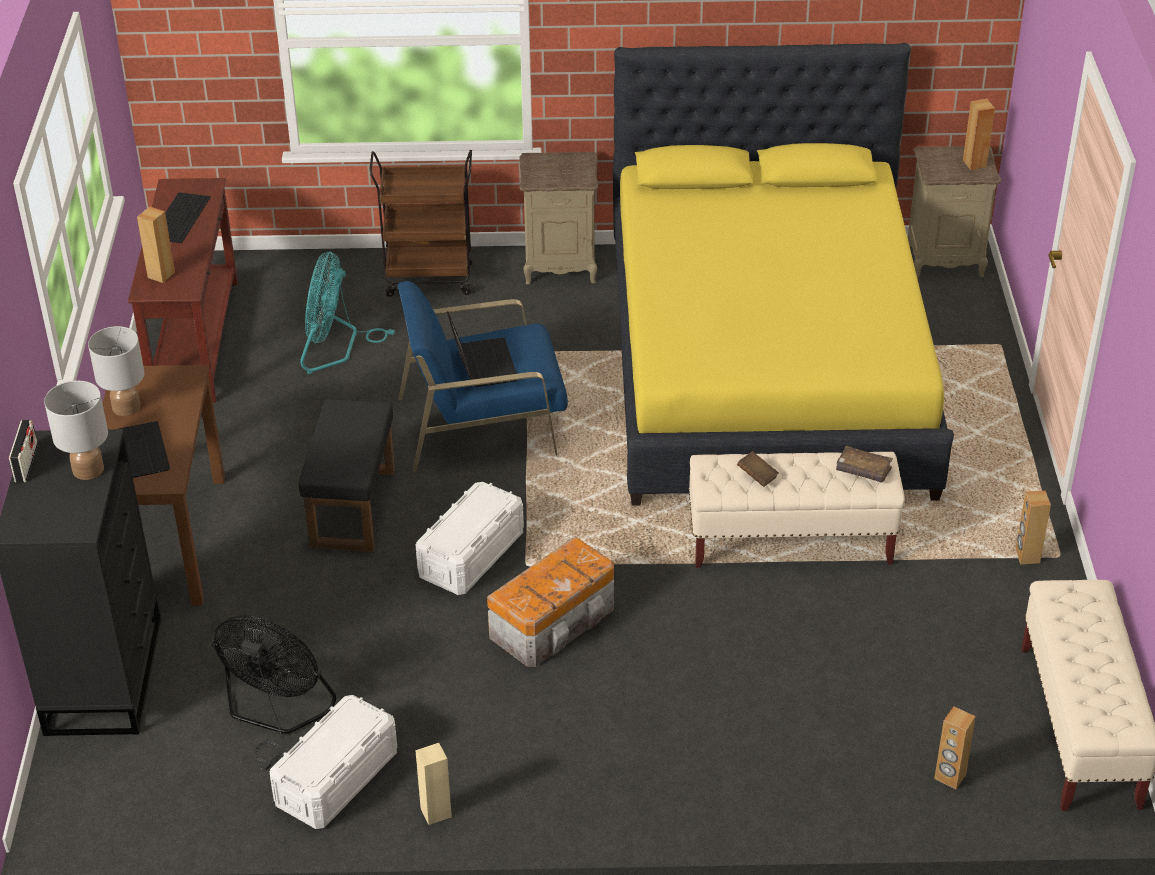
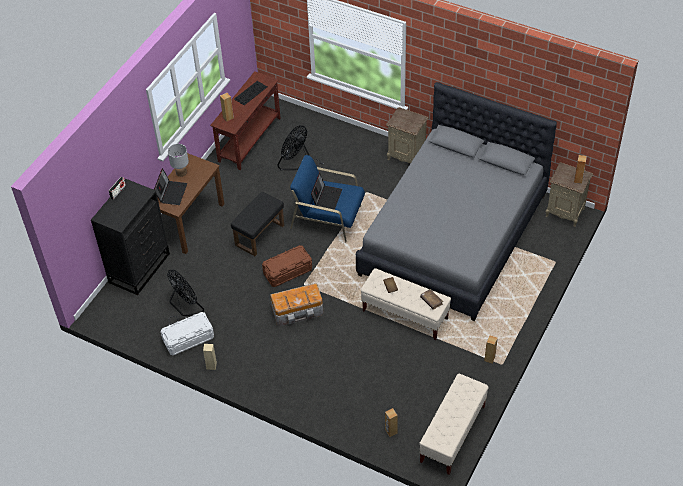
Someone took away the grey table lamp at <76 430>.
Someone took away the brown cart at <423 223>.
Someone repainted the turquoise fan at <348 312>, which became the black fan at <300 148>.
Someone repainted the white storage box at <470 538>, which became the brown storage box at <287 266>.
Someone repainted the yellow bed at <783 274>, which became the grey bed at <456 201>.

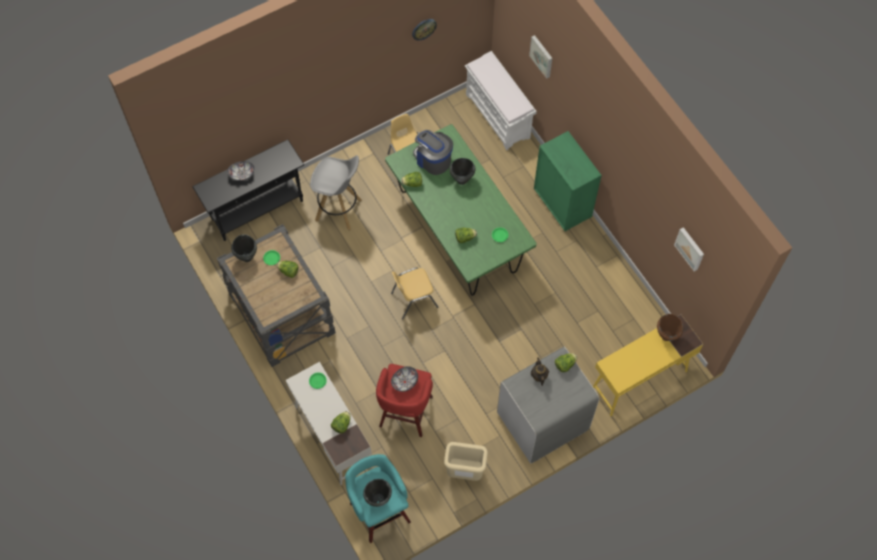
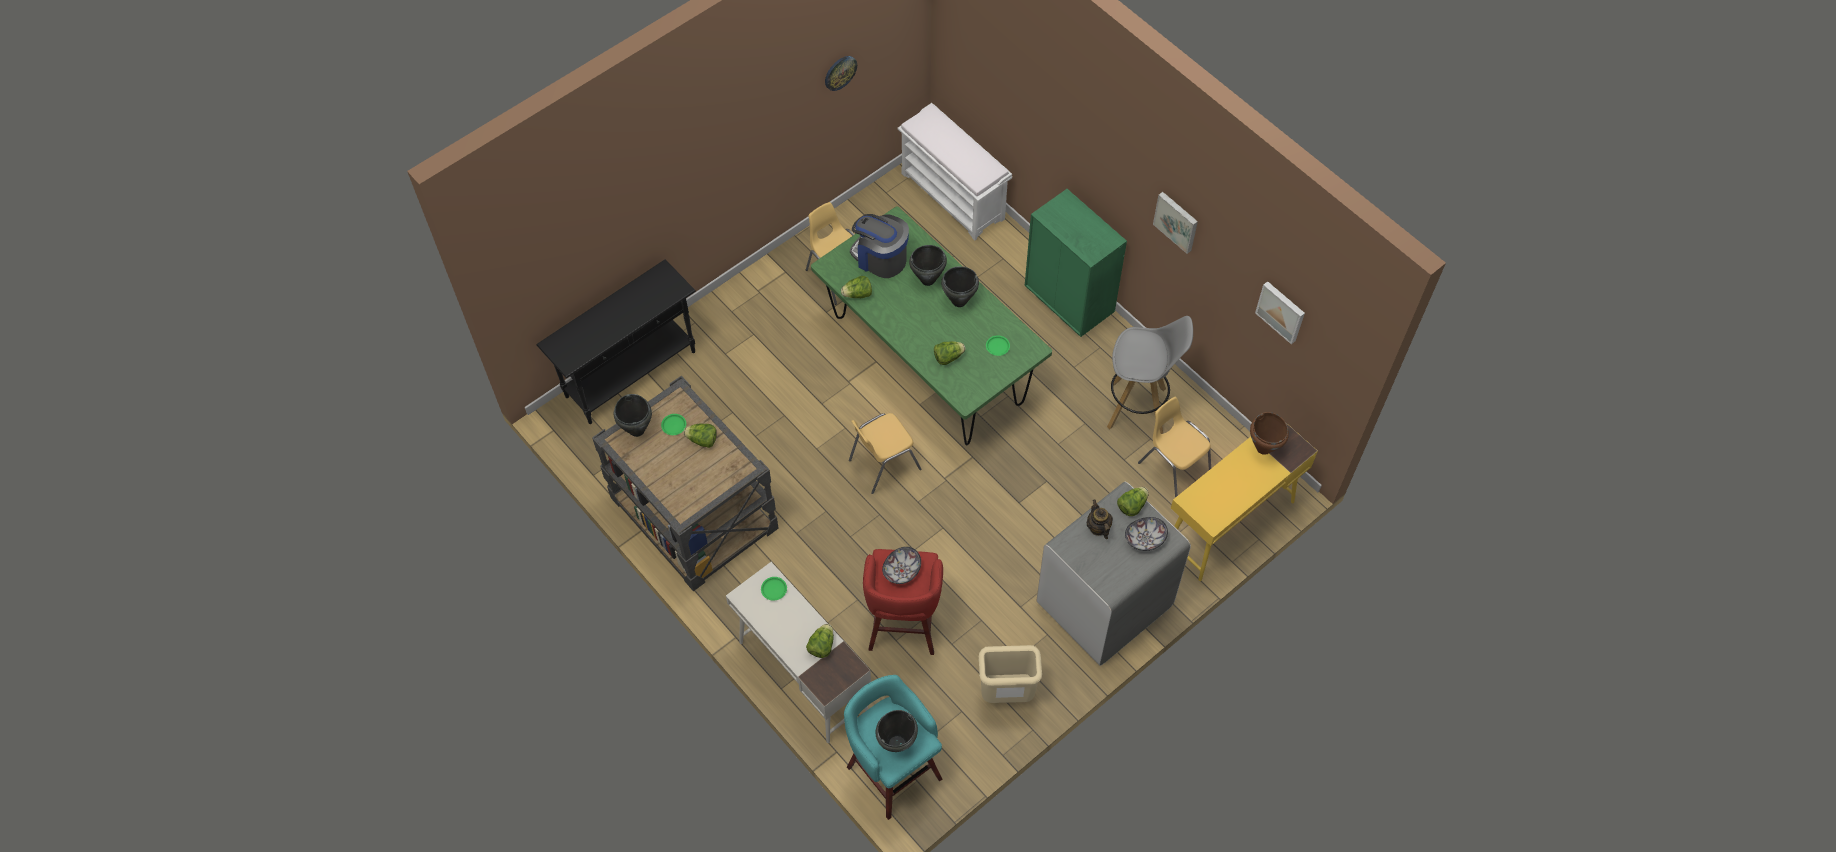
Someone put down the black cooking pot at <960 286>.
Someone put down the yellow chair at <1174 447>.
Someone carried the bowl from <241 171> to <1146 534>.
Someone carried the grey stool from <336 192> to <1150 375>.
Someone carried the picture from <540 57> to <1175 223>.

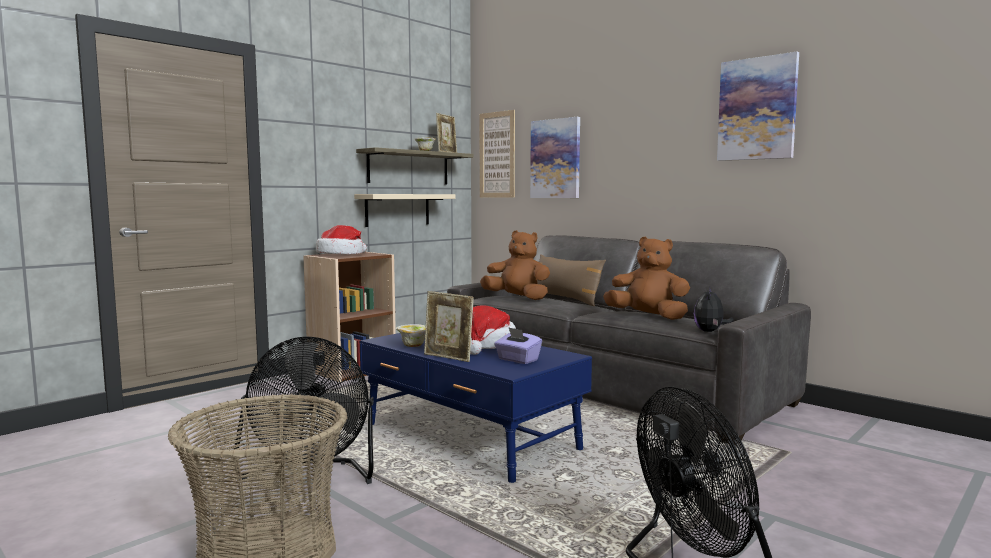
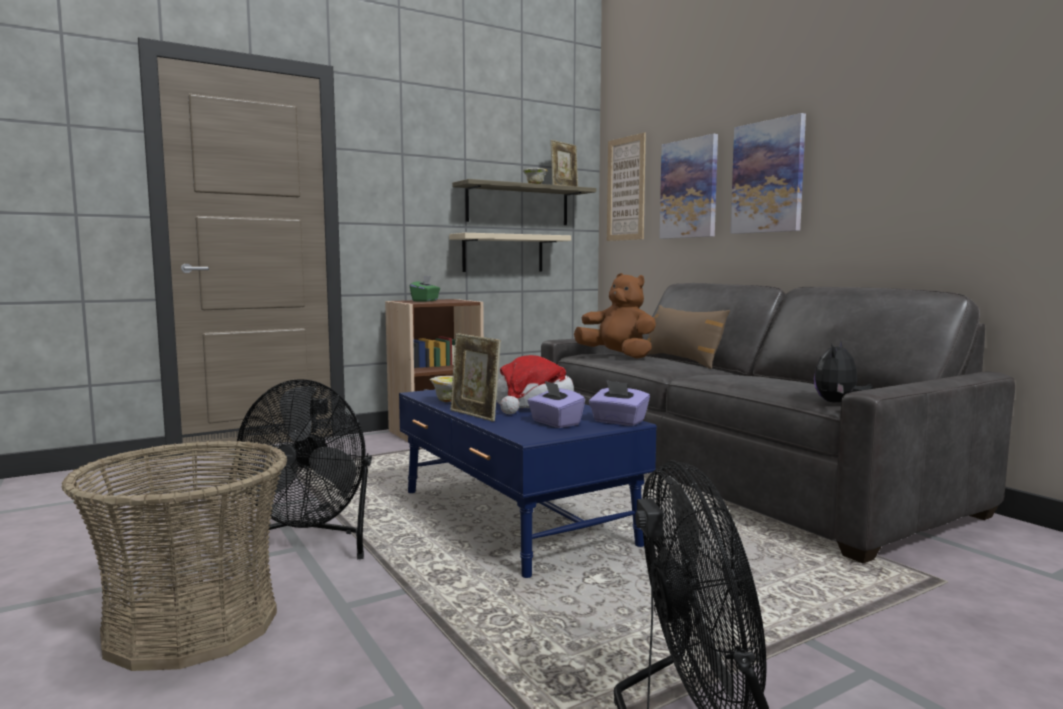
Someone took away the brown plush toy at <646 278>.
Someone put down the purple tissue box at <619 403>.
Someone carried the picture from <758 106> to <768 173>.
Someone swapped the hat at <341 239> for the green tissue box at <425 289>.

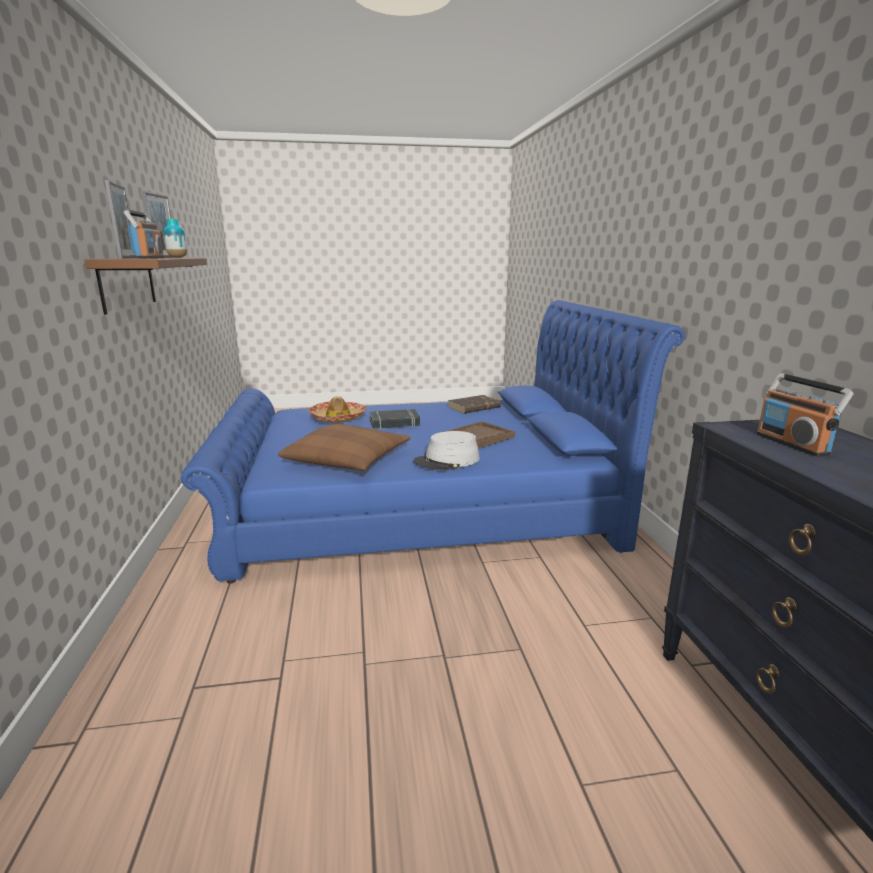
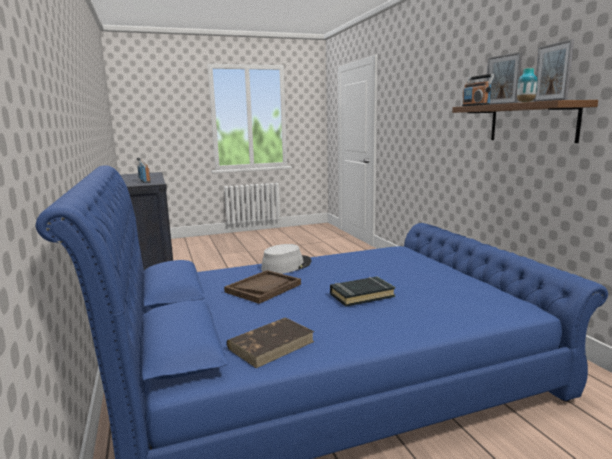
Someone took away the brown pillow at <344 447>.
Someone took away the hat at <337 409>.

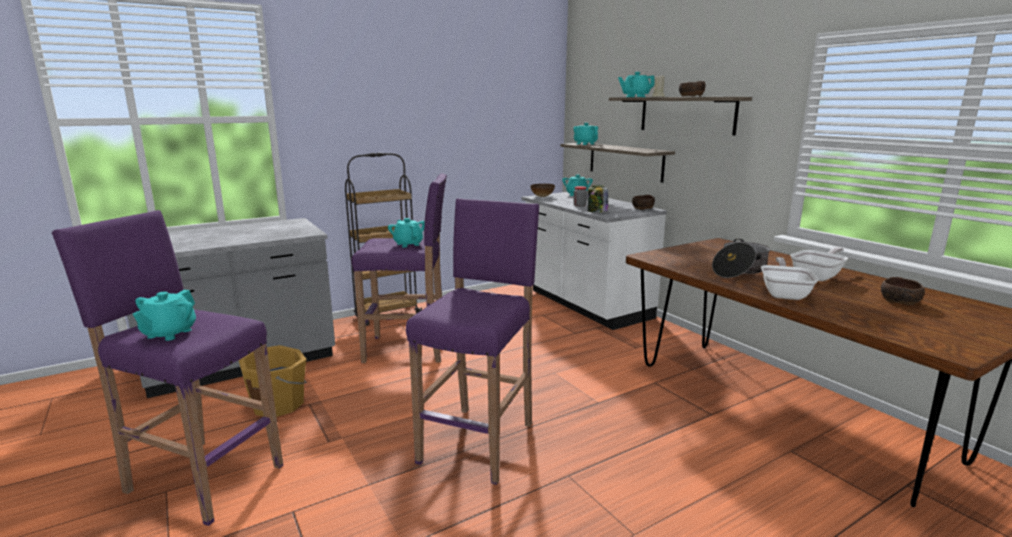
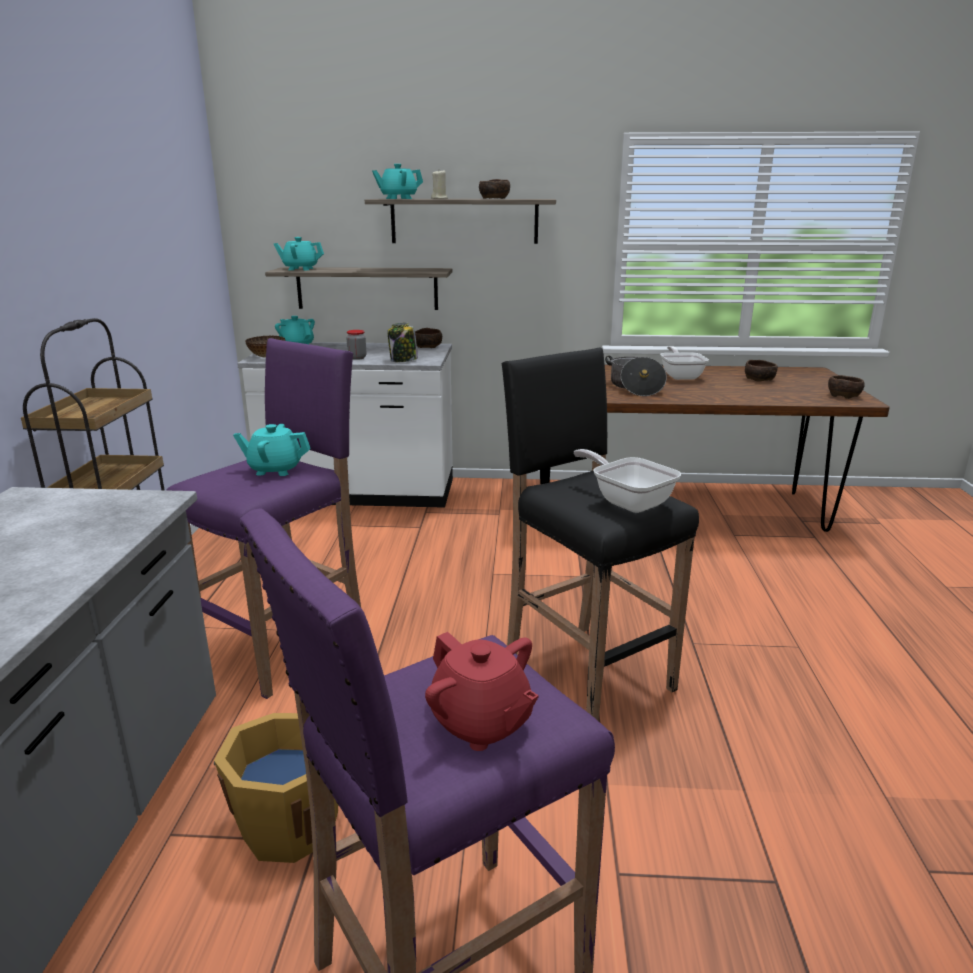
Someone put down the brown bowl at <846 387>.
Someone carried the frying pan from <789 278> to <627 481>.
Someone repainted the turquoise teapot at <164 315>, which became the red teapot at <482 691>.
Someone repainted the purple stool at <472 341>, which became the black stool at <600 534>.

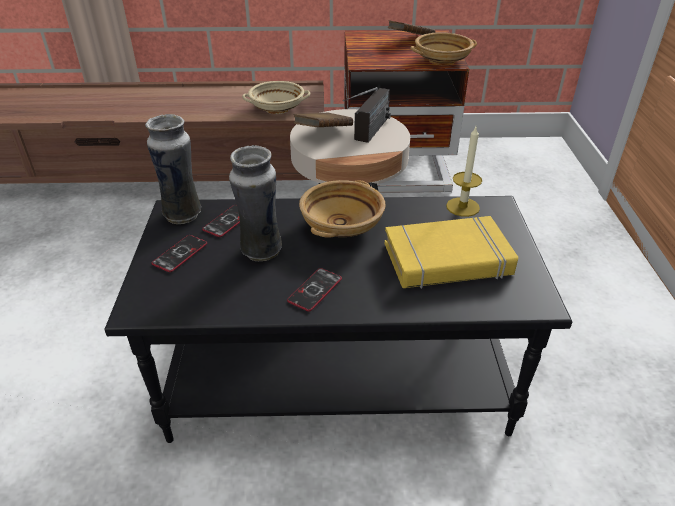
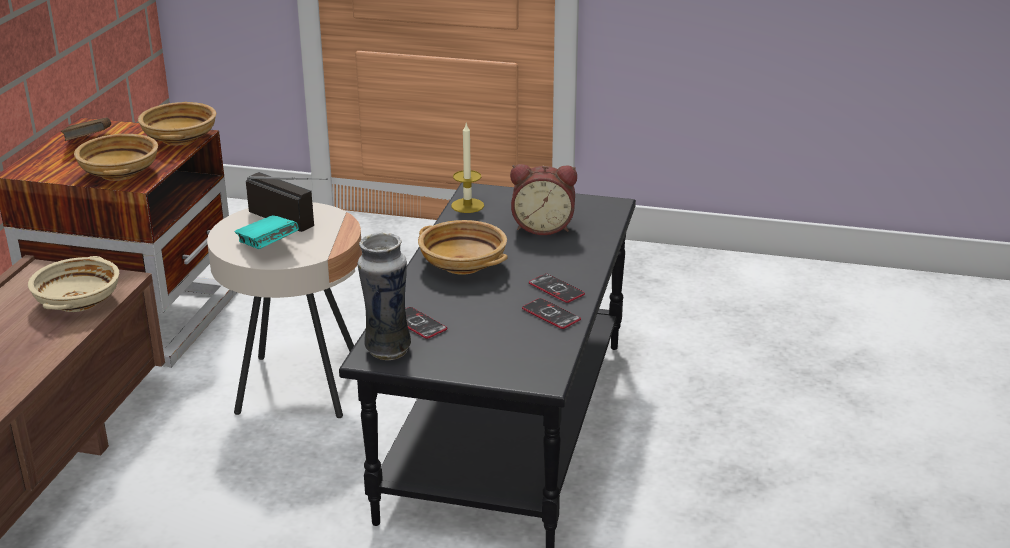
Someone took away the vase at <255 203>.
Someone put down the beige bowl at <116 157>.
Someone carried the phone from <179 253> to <551 313>.
Someone swapped the yellow book at <451 252> for the alarm clock at <543 199>.
Someone repainted the brown book at <323 120>, which became the turquoise book at <266 232>.

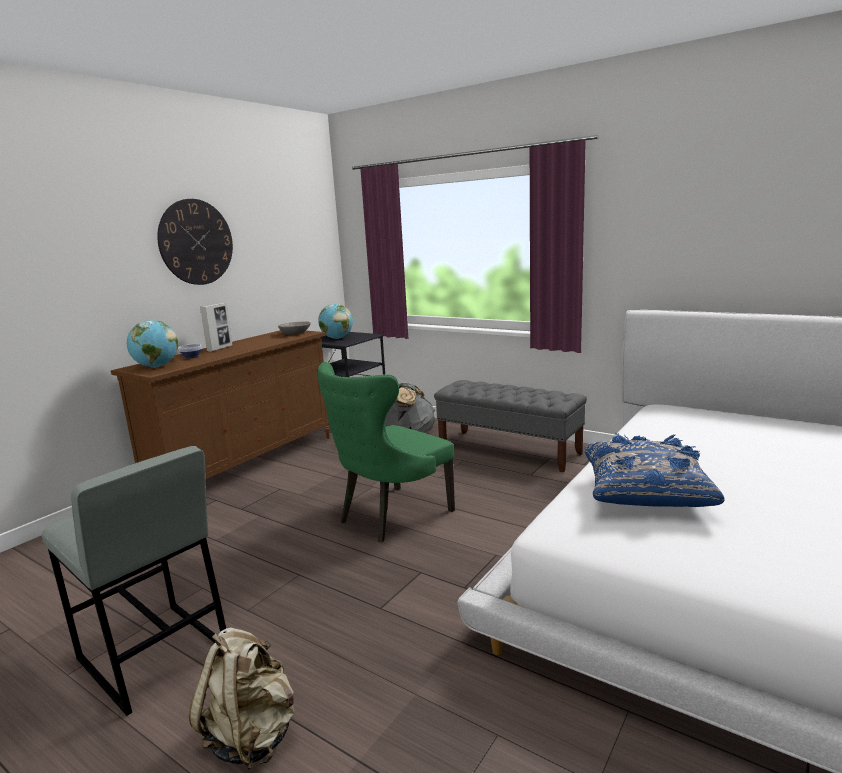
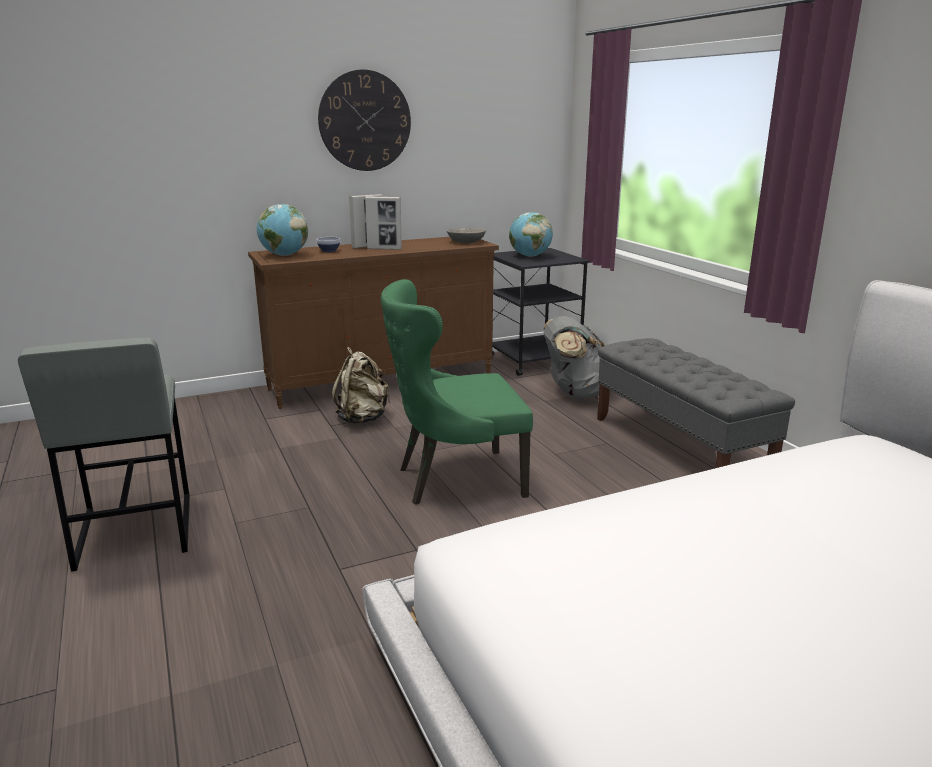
Someone took away the blue pillow at <654 470>.
Someone put down the picture frame at <383 223>.
Someone carried the beige backpack from <241 699> to <361 385>.

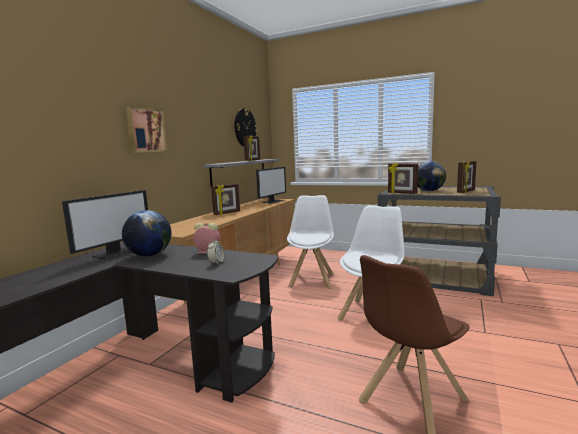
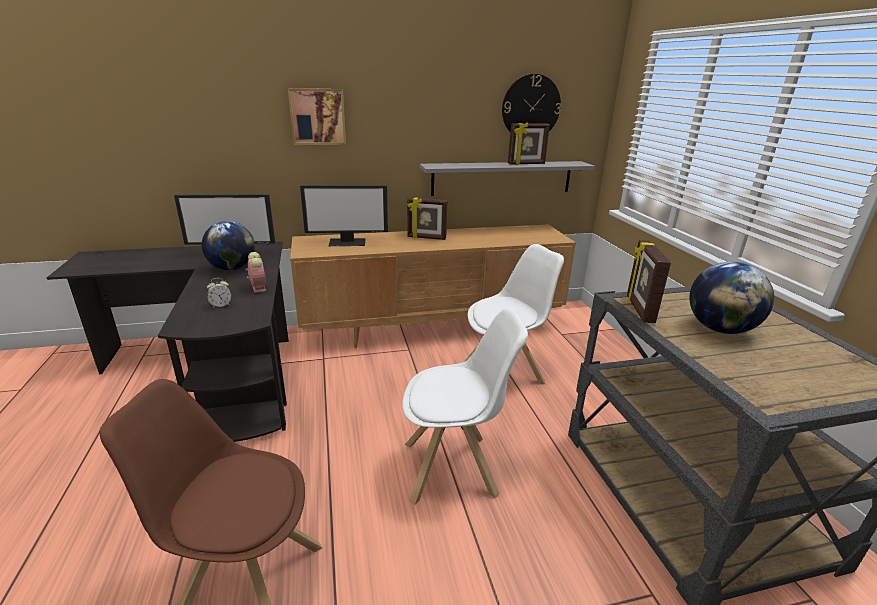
Someone took away the picture frame at <466 177>.
Someone carried the monitor from <271 185> to <344 215>.

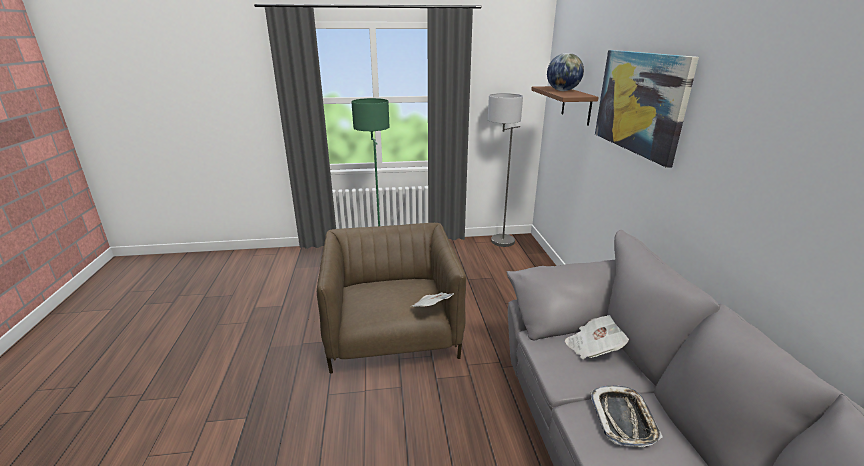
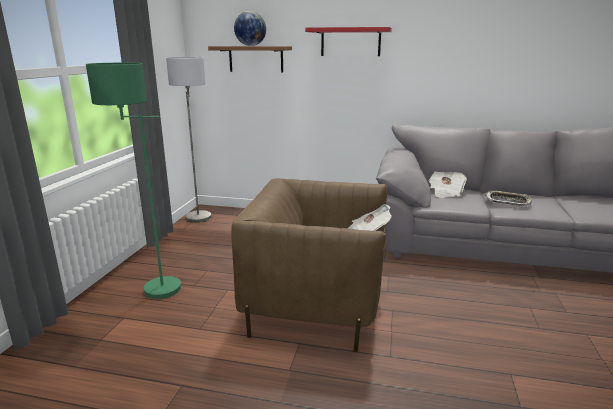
Someone swapped the picture at <647 109> for the red shelf at <348 41>.

